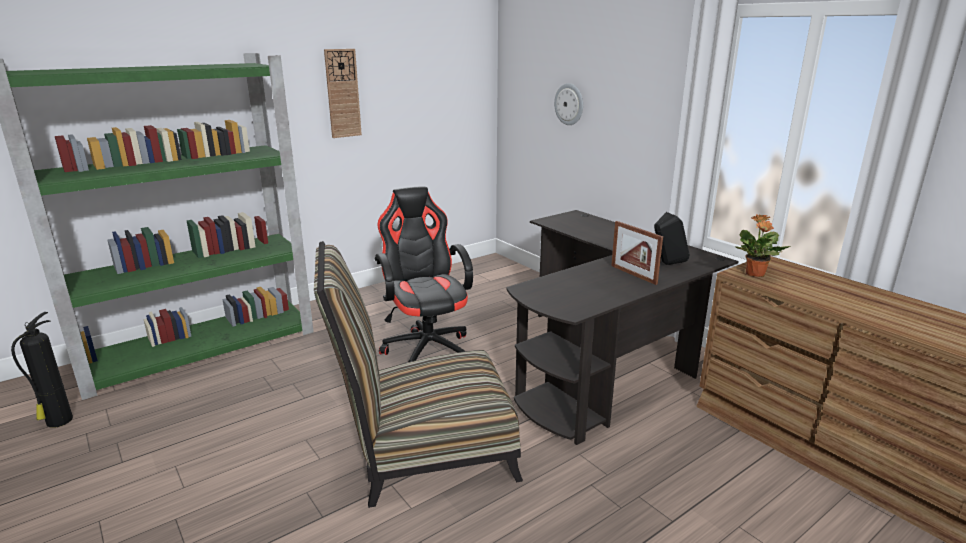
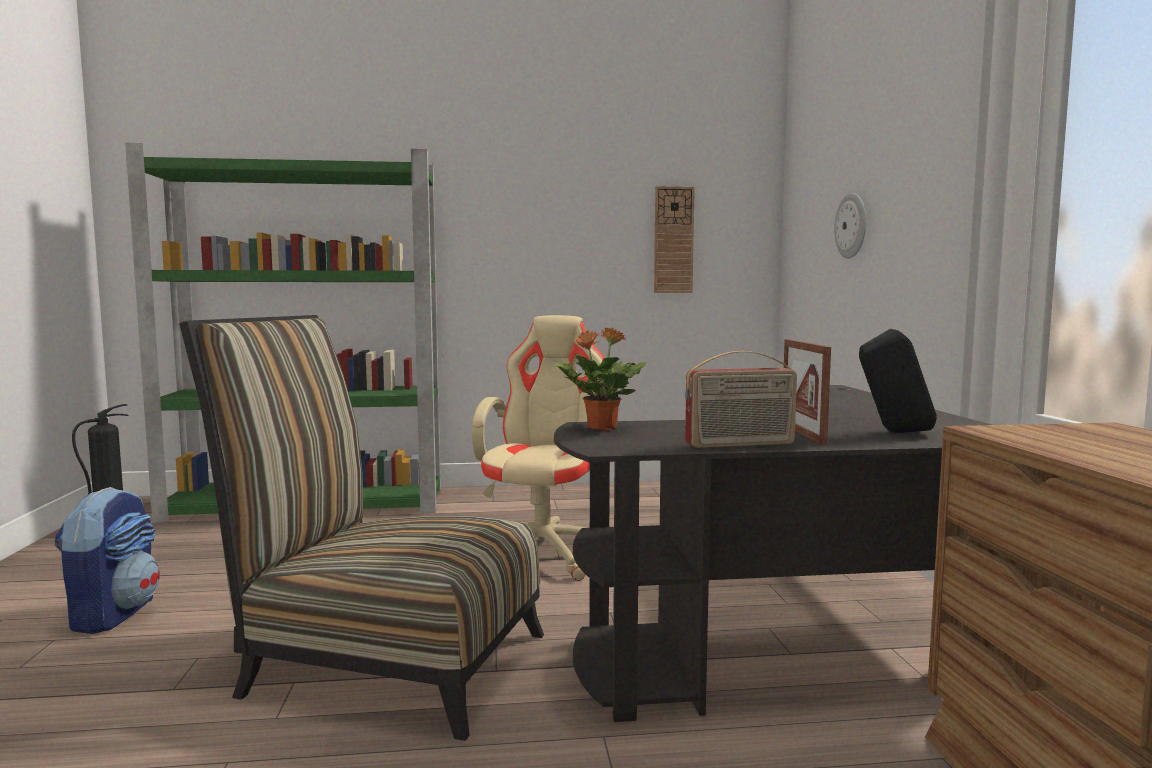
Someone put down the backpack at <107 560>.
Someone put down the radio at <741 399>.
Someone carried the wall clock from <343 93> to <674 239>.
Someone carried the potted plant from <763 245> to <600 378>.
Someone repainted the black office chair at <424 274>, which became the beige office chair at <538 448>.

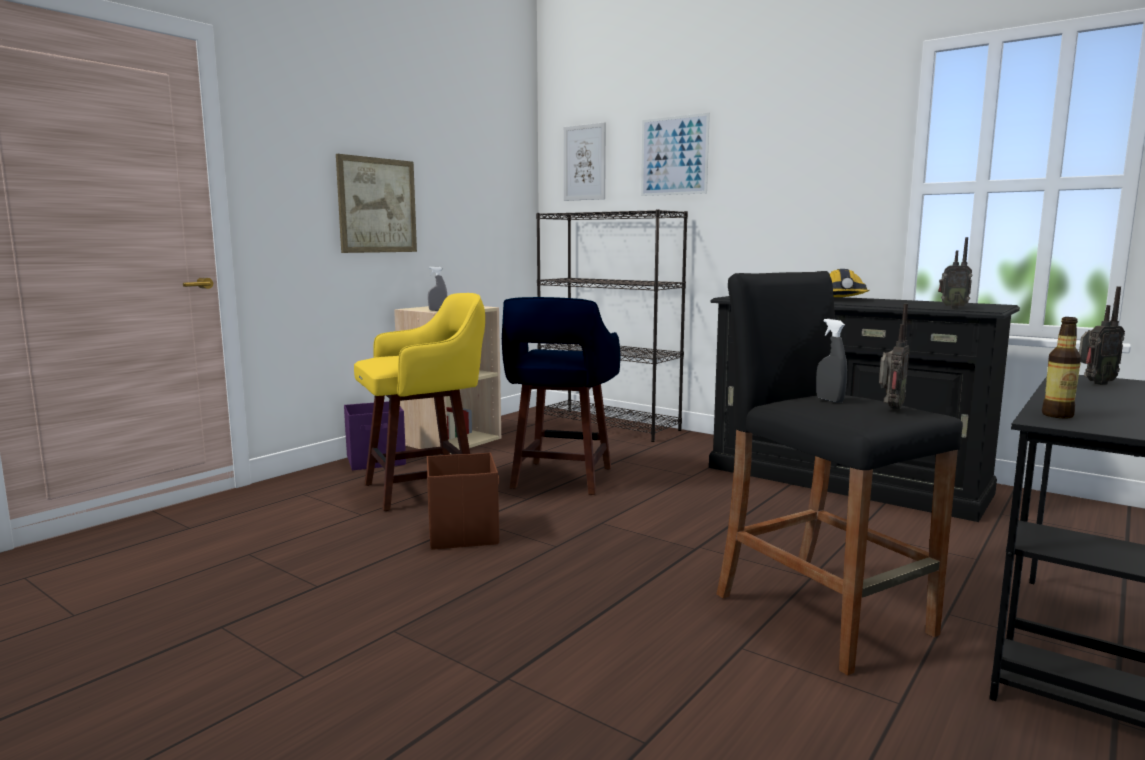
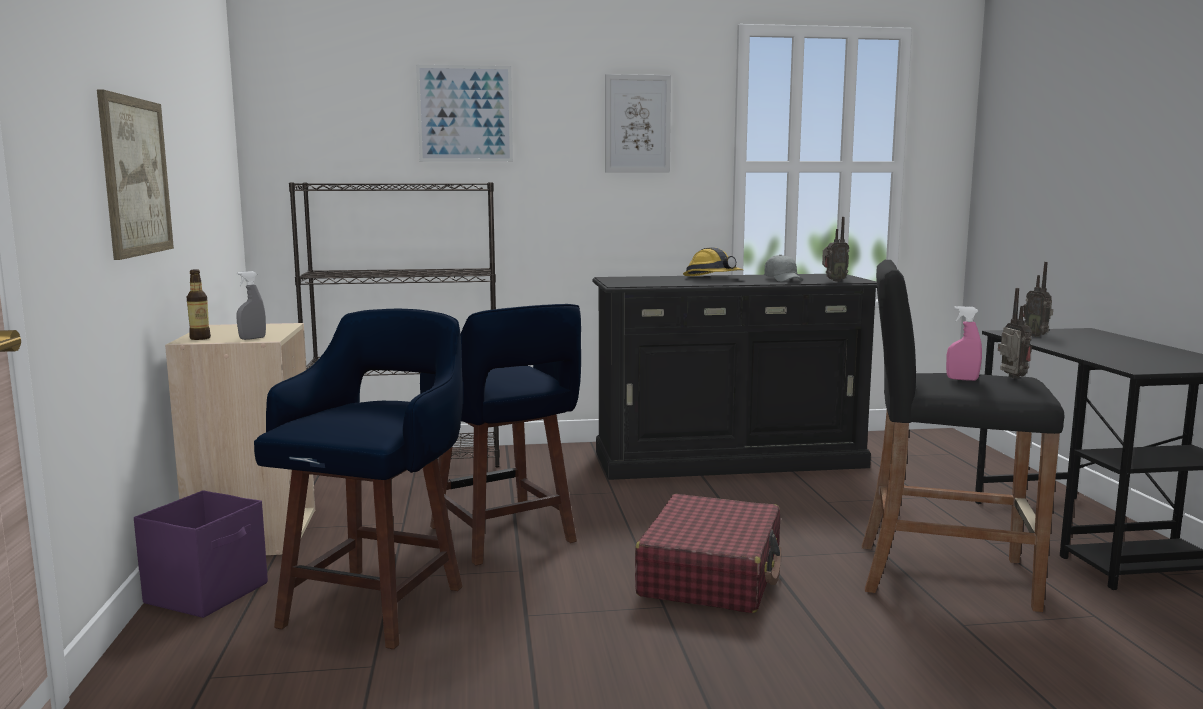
Someone took away the brown storage box at <463 501>.
Someone put down the red suitcase at <708 553>.
Someone put down the grey cap at <783 268>.
Someone carried the picture from <585 161> to <638 123>.
Someone carried the bottle from <1061 367> to <199 304>.
Someone repainted the yellow stool at <419 402>, which became the blue stool at <358 479>.
Someone repainted the grey spray bottle at <831 361>, which became the pink spray bottle at <964 343>.
Someone rotated the radio at <1102 335> by 135 degrees clockwise.

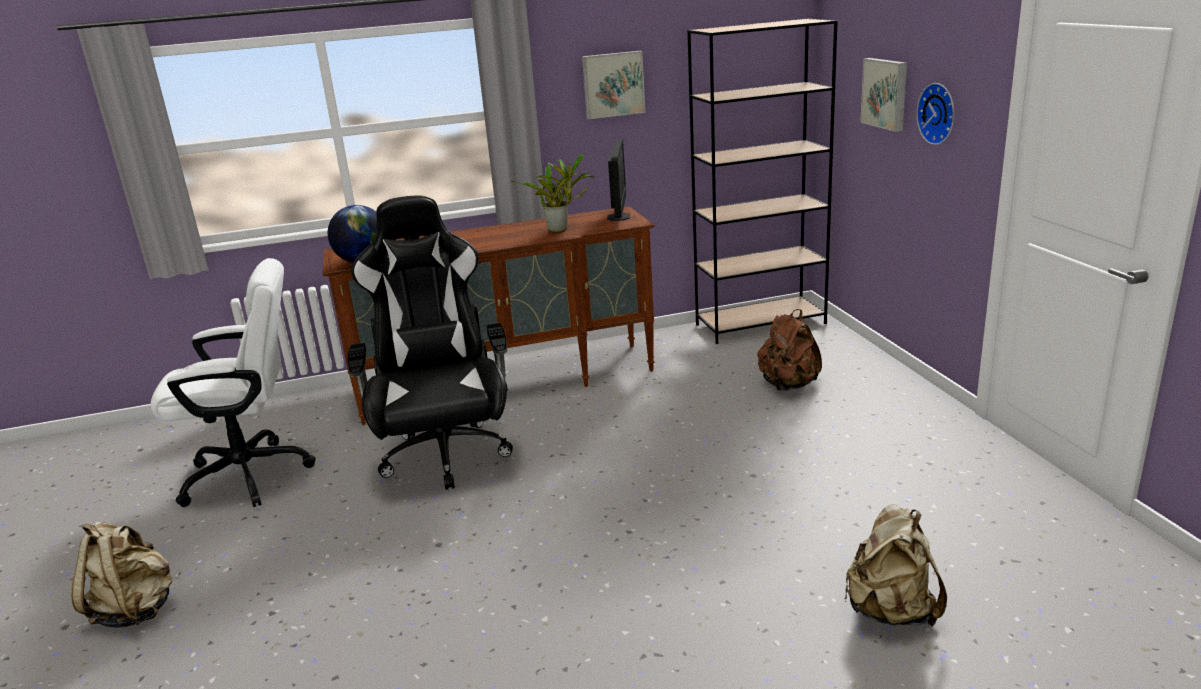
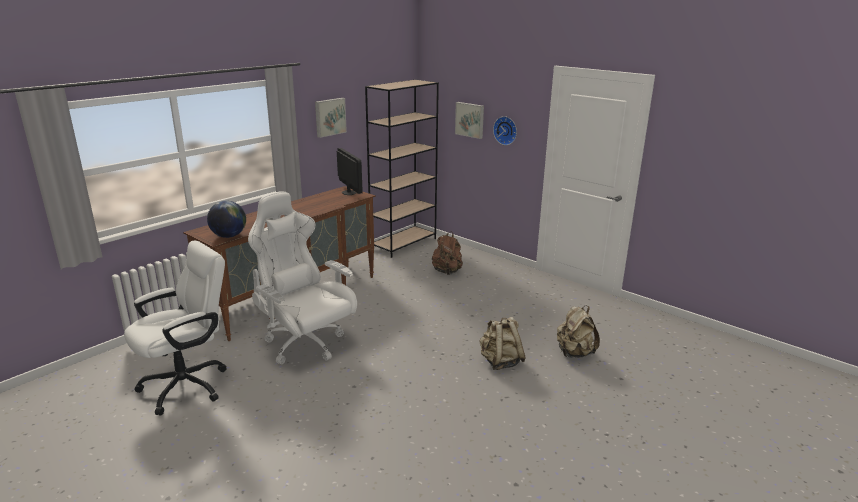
Someone took away the potted plant at <552 193>.
Someone carried the beige backpack from <122 575> to <503 343>.
Someone repainted the black office chair at <430 342>, which became the white office chair at <302 277>.

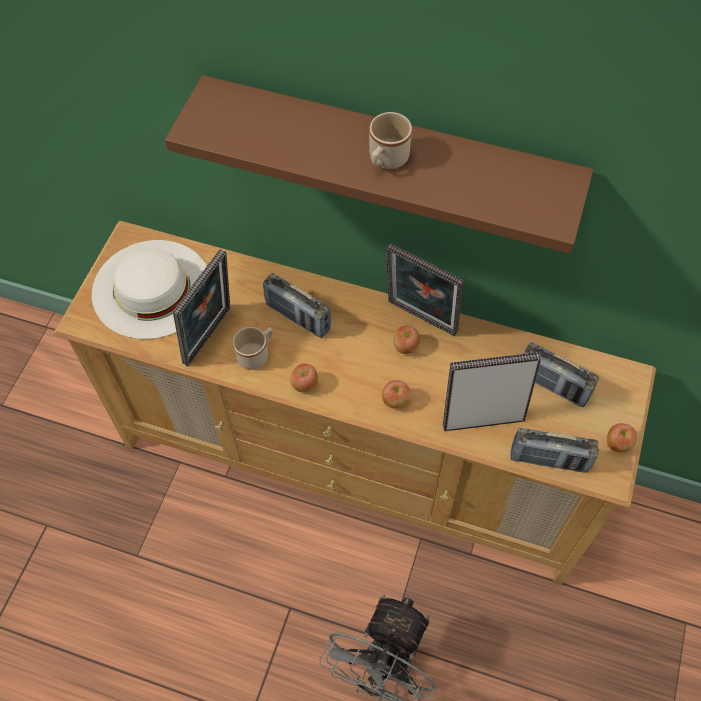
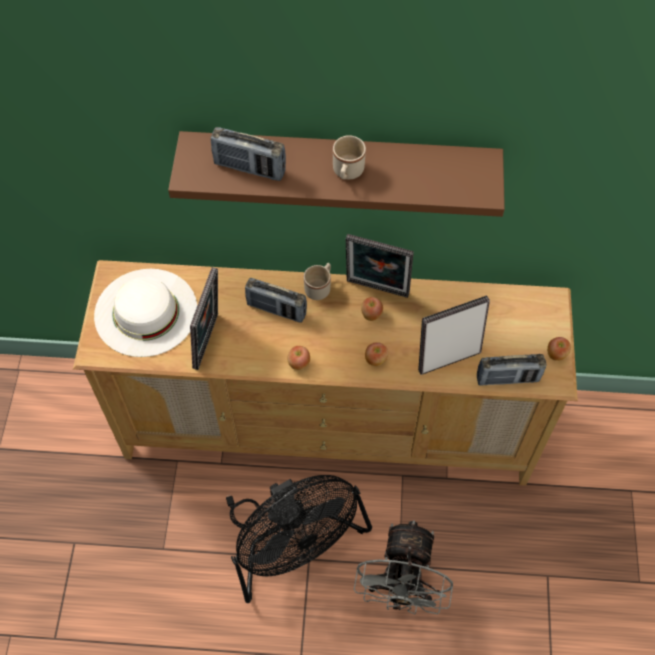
Someone put down the black fan at <299 539>.
Someone carried the beige mug from <253 348> to <317 281>.
Someone carried the radio from <561 374> to <248 154>.

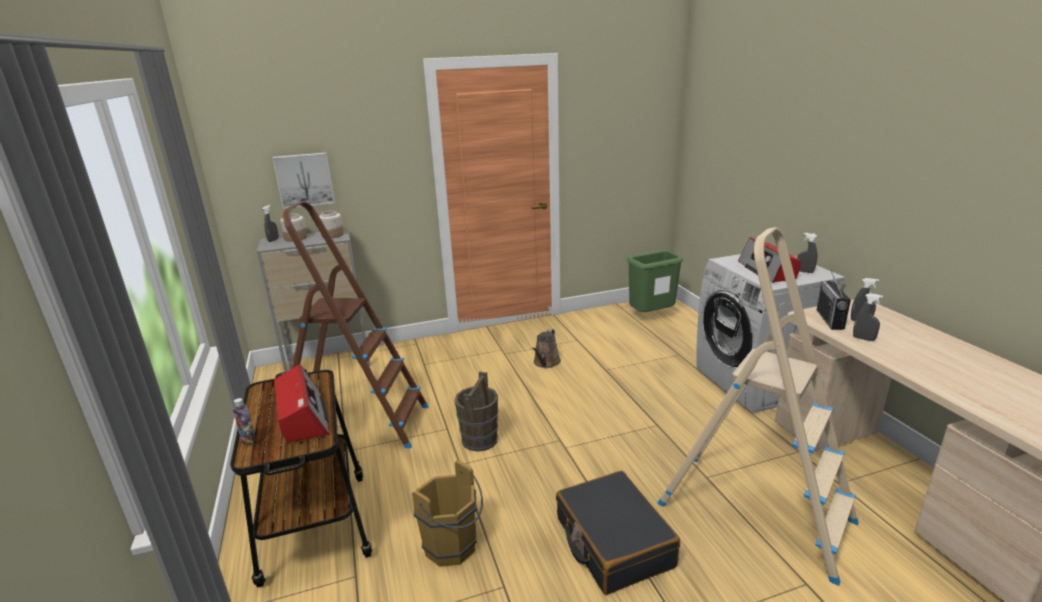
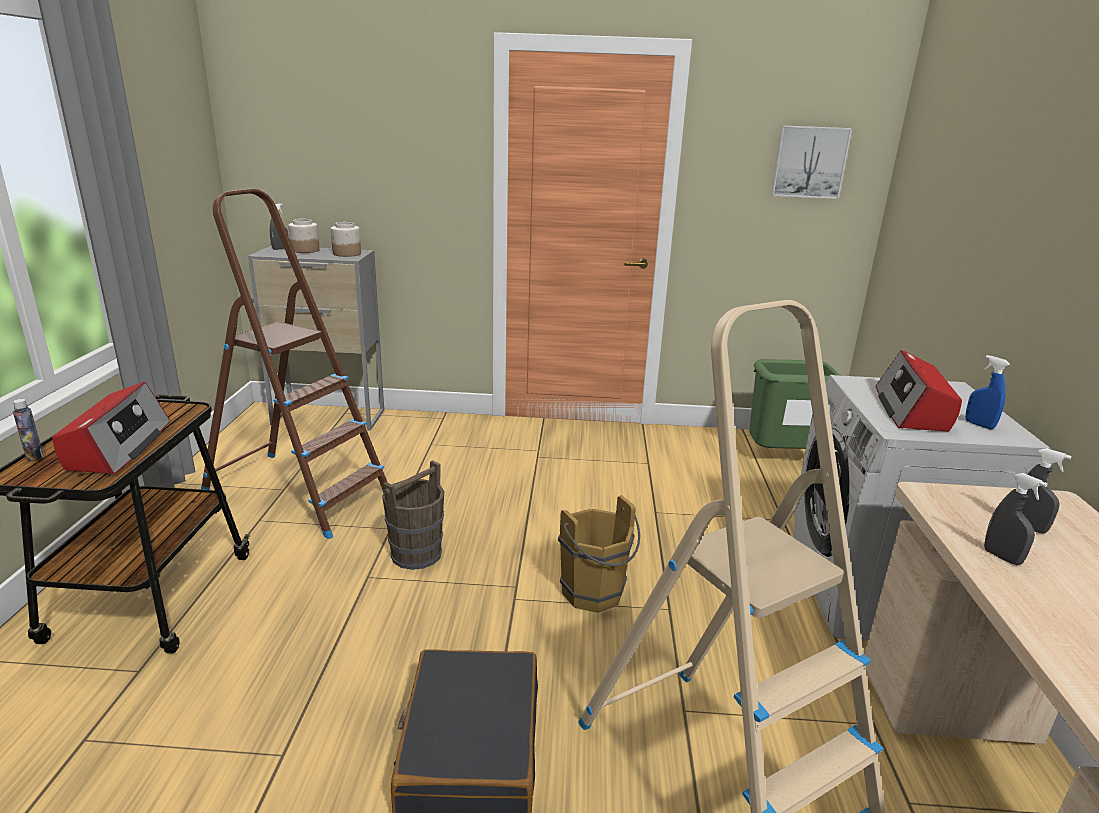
Someone took away the brown watering can at <546 348>.
Someone took away the radio at <834 300>.
Someone carried the picture from <304 180> to <811 162>.
Someone carried the brown bucket from <447 513> to <599 554>.
Someone repainted the grey spray bottle at <807 253>, which became the blue spray bottle at <987 392>.

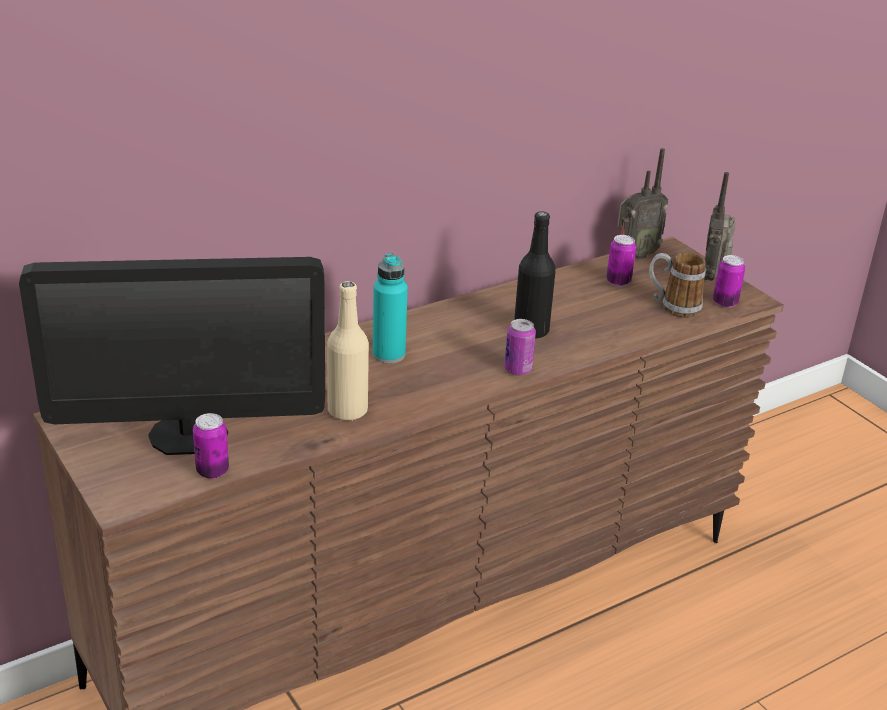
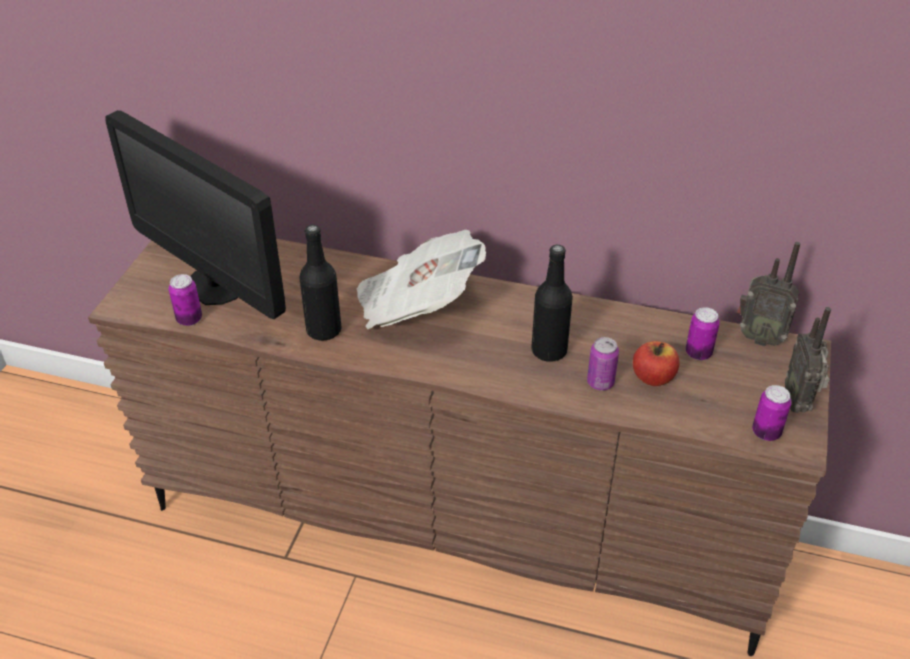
Someone took away the mug at <677 284>.
Someone put down the apple at <656 363>.
Someone carried the can from <520 347> to <603 364>.
Someone swapped the turquoise bottle at <390 308> for the newspaper at <421 279>.
Someone repainted the beige bottle at <348 351>, which became the black bottle at <320 283>.
Someone rotated the radio at <720 226> by 60 degrees counterclockwise.

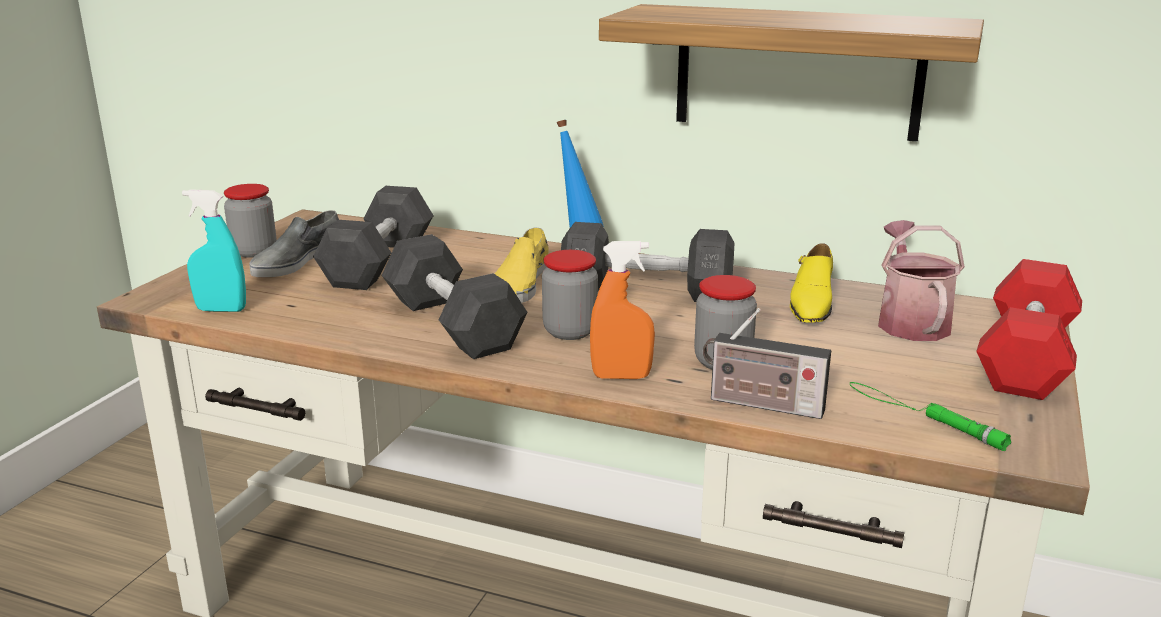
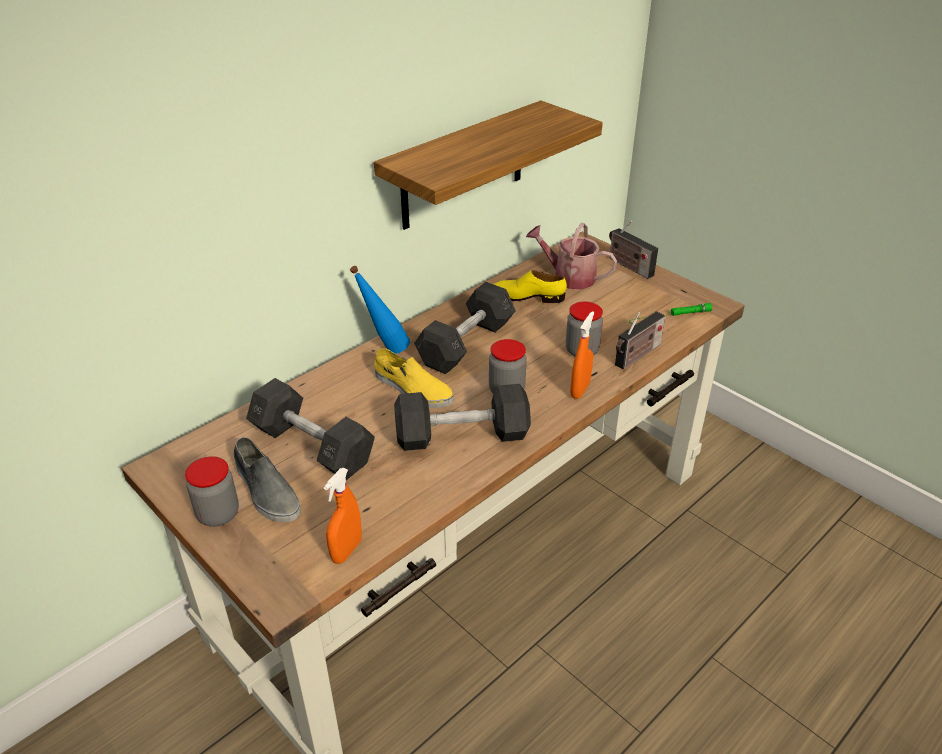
Someone swapped the red dumbbell at <1029 329> for the radio at <633 250>.
Someone repainted the turquoise spray bottle at <214 250>, which became the orange spray bottle at <343 516>.
Someone rotated the yellow shoe at <811 283> by 150 degrees clockwise.

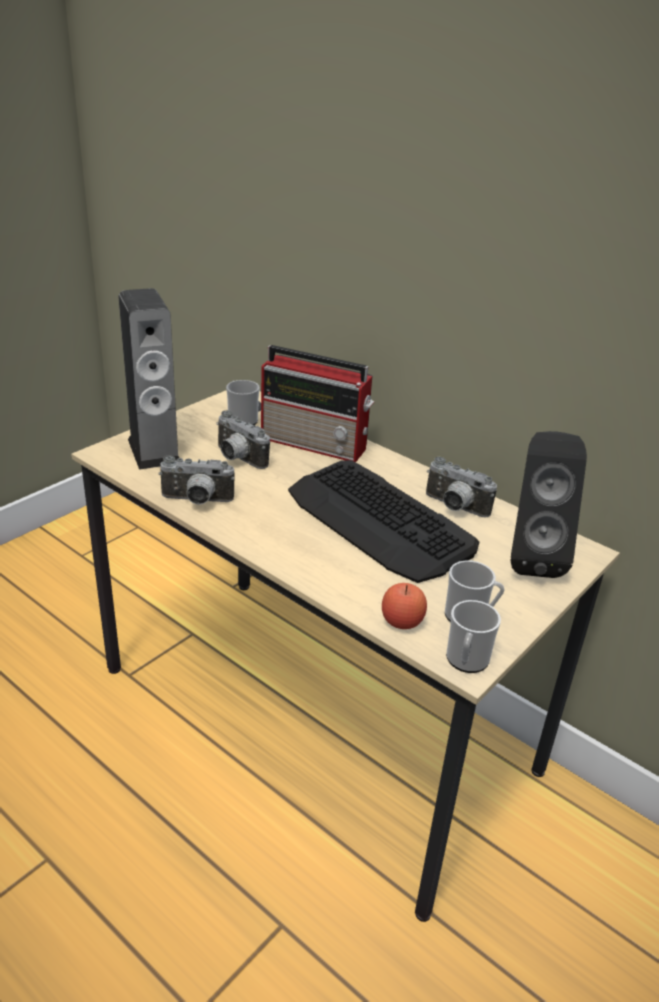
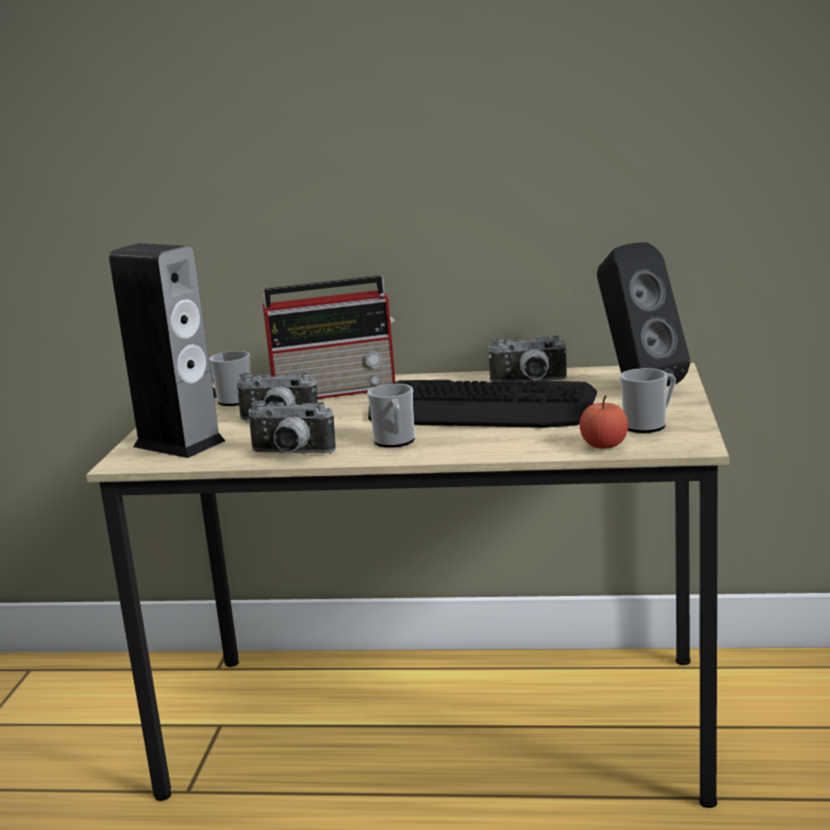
Someone carried the mug from <473 636> to <391 416>.
Someone rotated the photo camera at <197 480> by 45 degrees clockwise.

